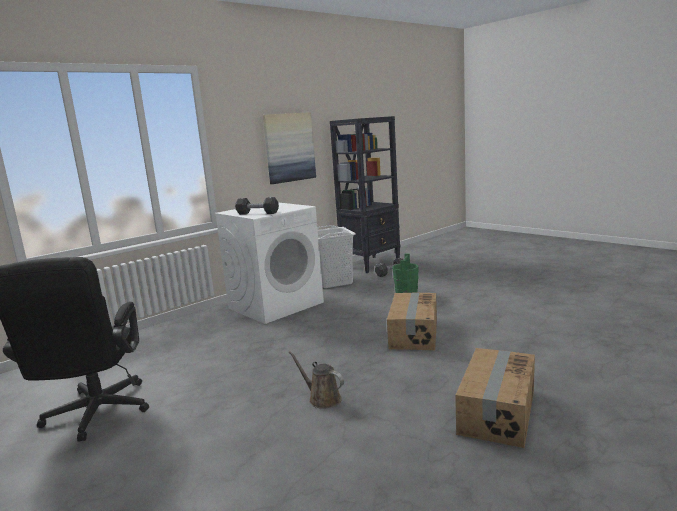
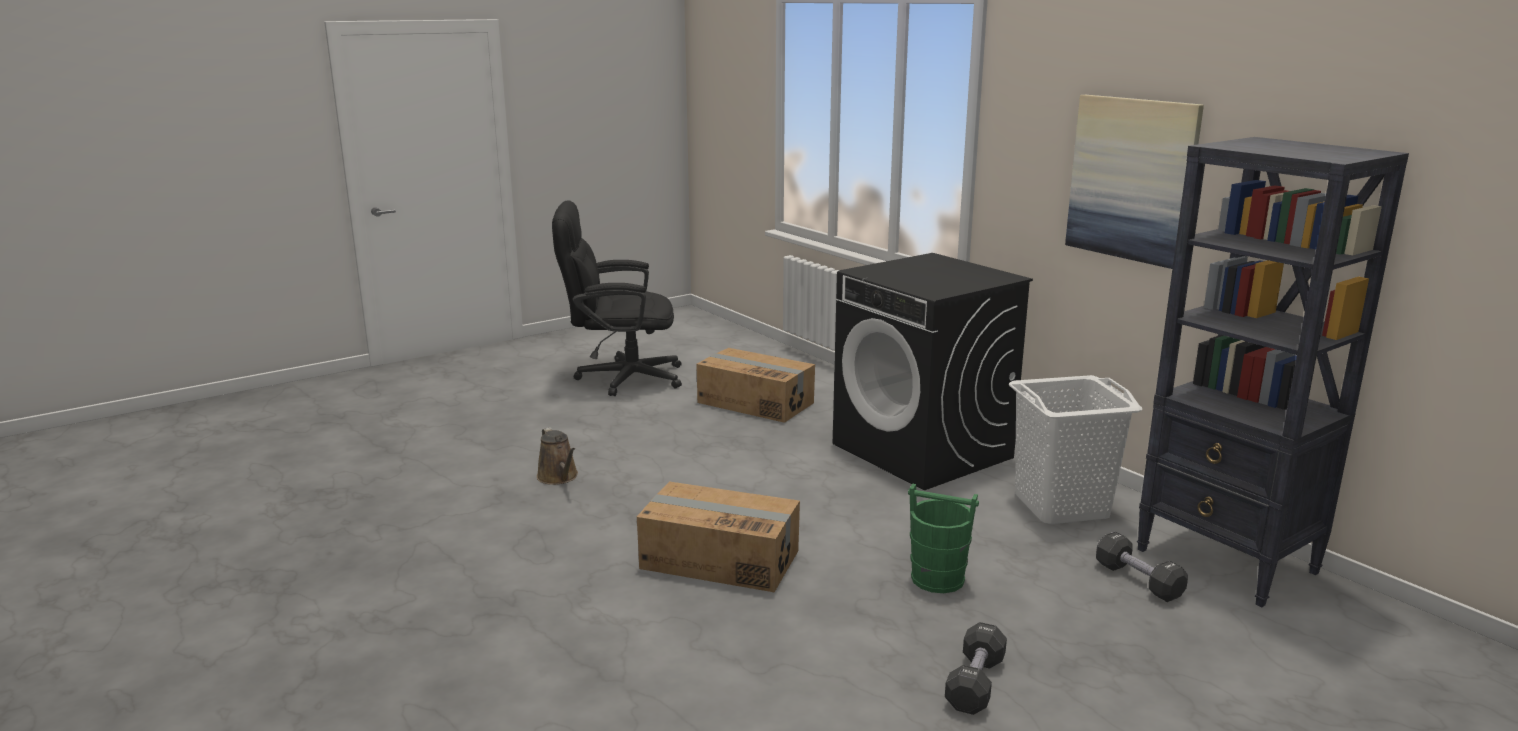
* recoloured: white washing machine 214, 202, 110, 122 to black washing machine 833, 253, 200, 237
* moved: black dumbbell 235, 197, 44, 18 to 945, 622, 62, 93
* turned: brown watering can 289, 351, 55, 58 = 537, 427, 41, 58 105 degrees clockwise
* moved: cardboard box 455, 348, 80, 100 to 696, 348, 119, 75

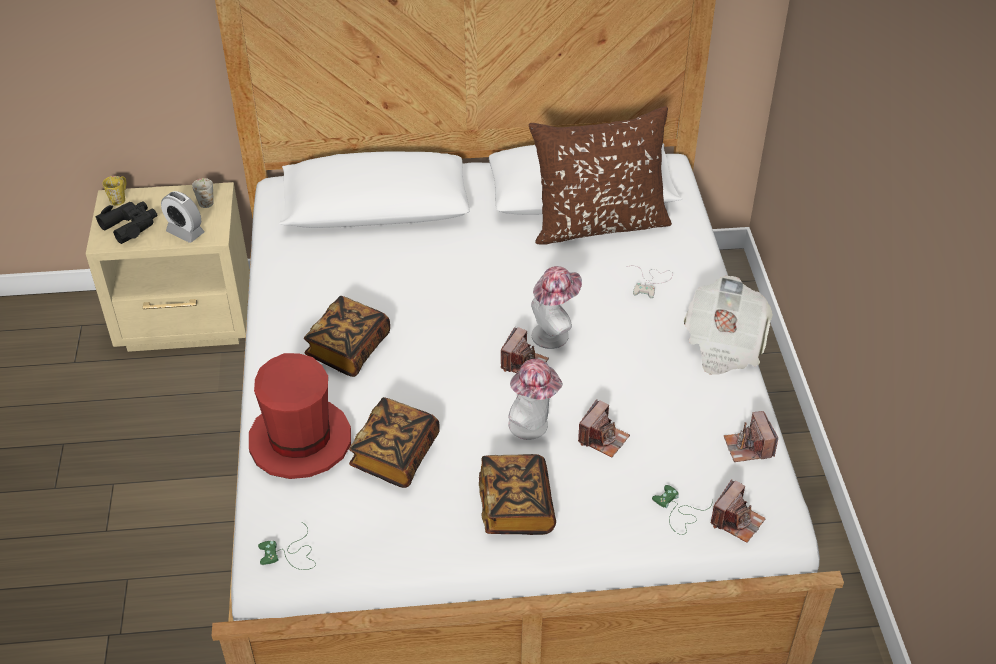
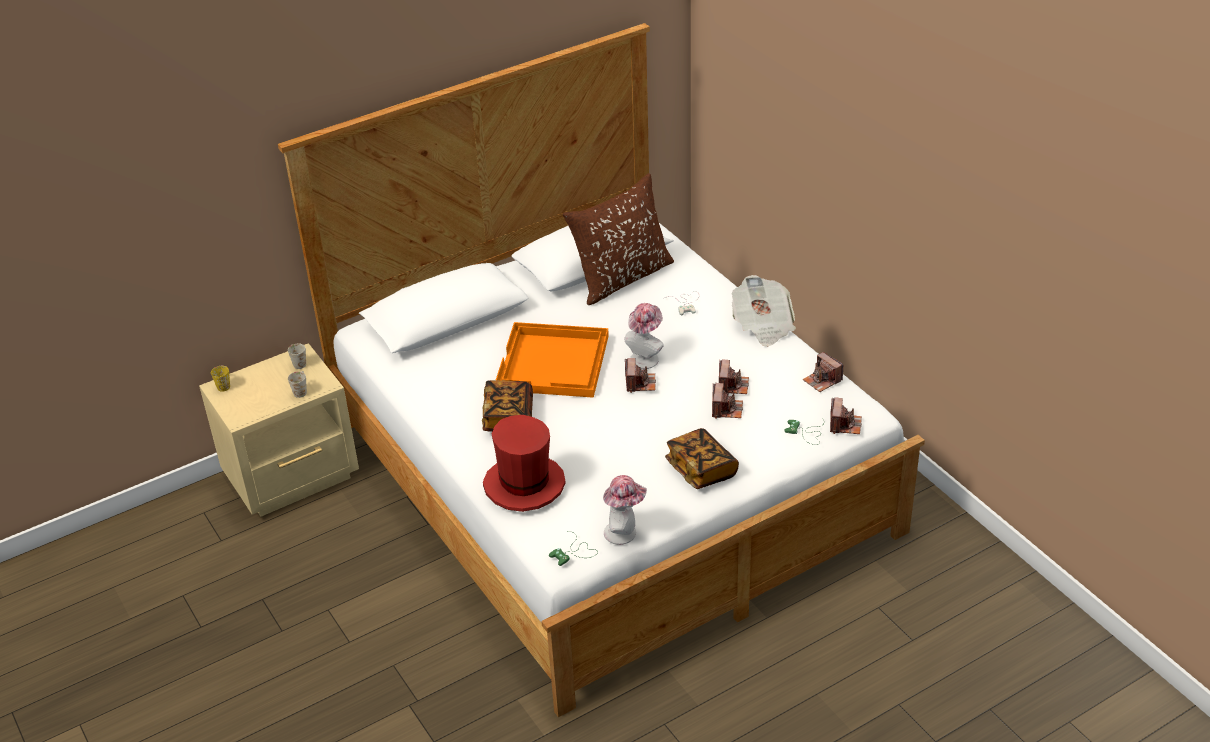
* removed: black binoculars 95, 201, 63, 43
* replaced: alarm clock 161, 191, 44, 52 to white mug 288, 371, 19, 27
* removed: book 349, 397, 91, 91
* moved: hat 508, 359, 55, 81 to 603, 475, 44, 70
* added: orange tray 496, 322, 113, 76
* added: photo camera 719, 359, 30, 35

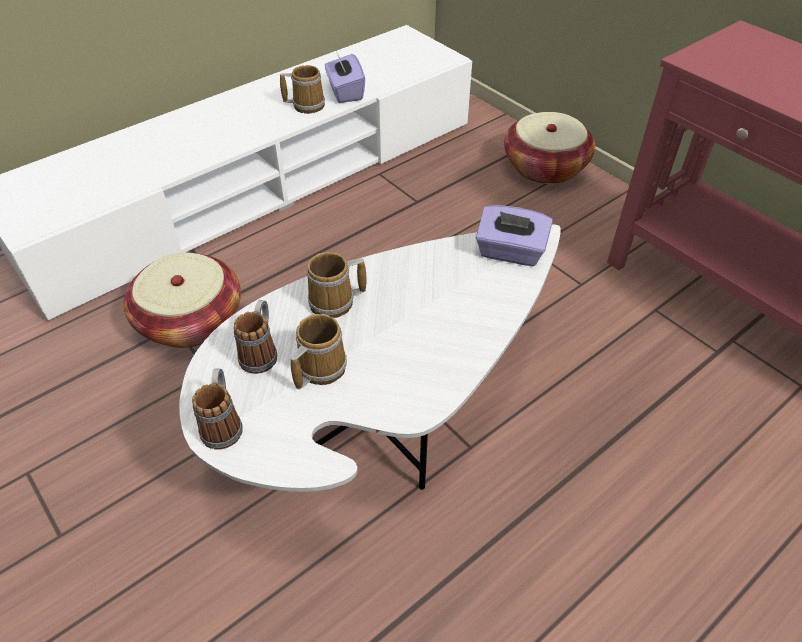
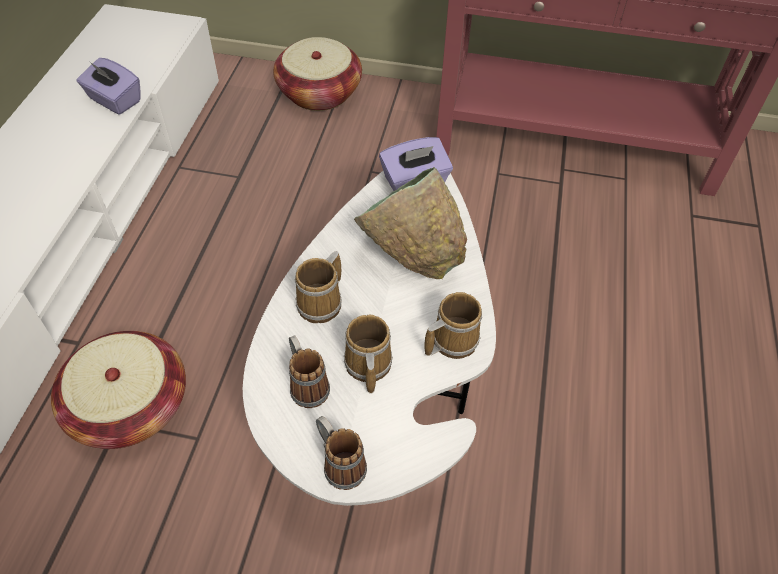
* moved: mug 280, 65, 45, 49 to 424, 292, 58, 67
* added: green bowl 354, 167, 113, 112

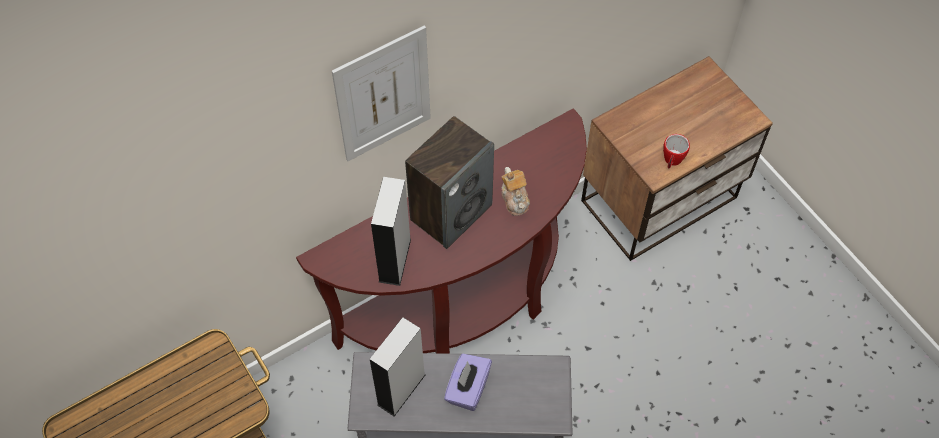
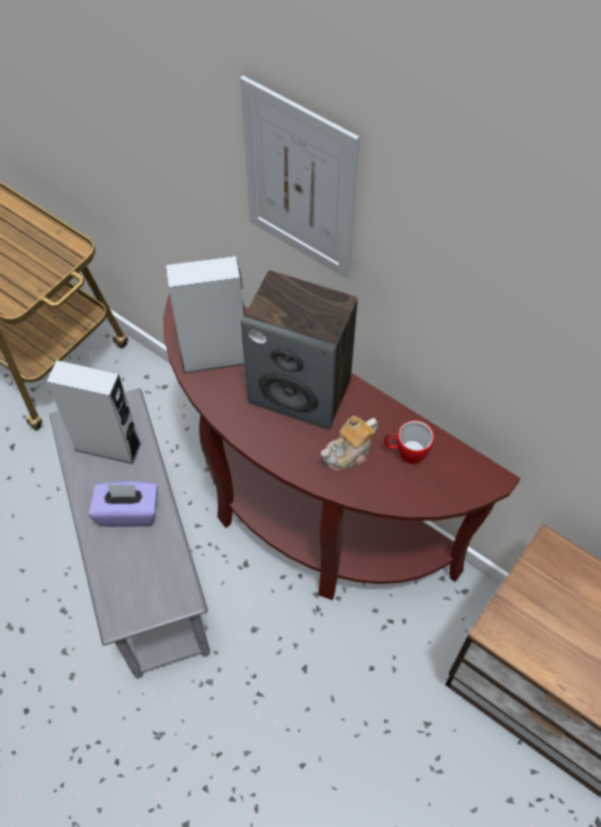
* moved: mug 663, 134, 27, 34 to 384, 420, 50, 44

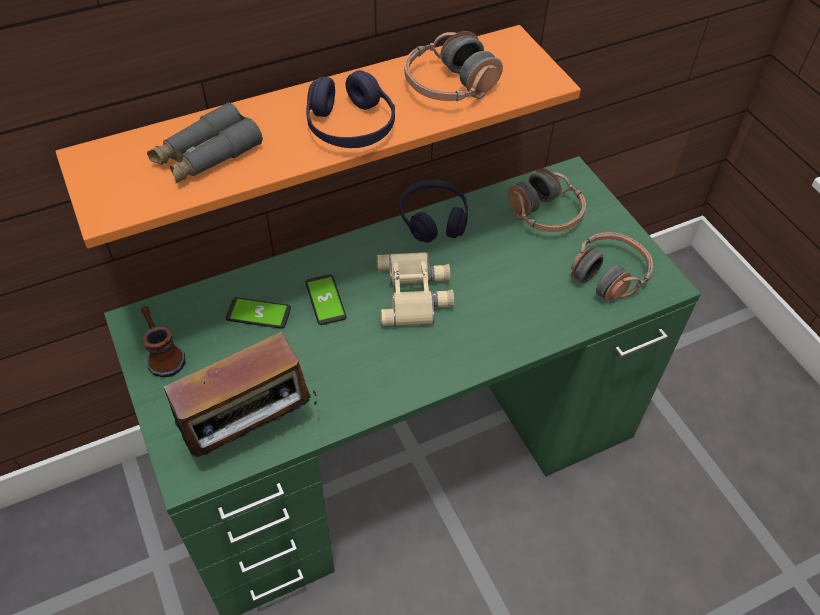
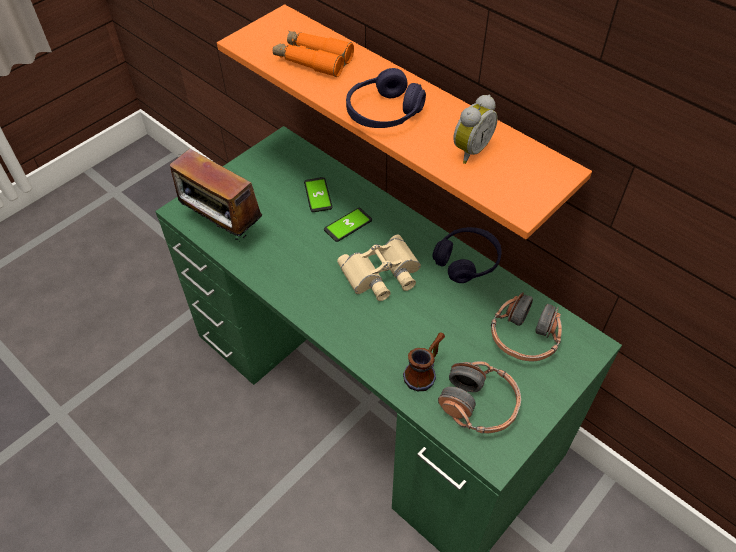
* moved: mug 140, 306, 46, 72 to 403, 333, 42, 58
* recoloured: grey binoculars 147, 102, 116, 81 to orange binoculars 273, 31, 81, 46
* replaced: headphones 404, 31, 99, 70 to alarm clock 453, 95, 45, 69

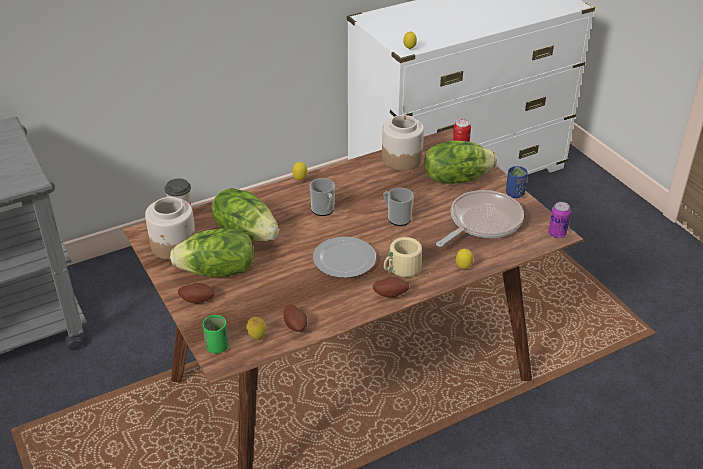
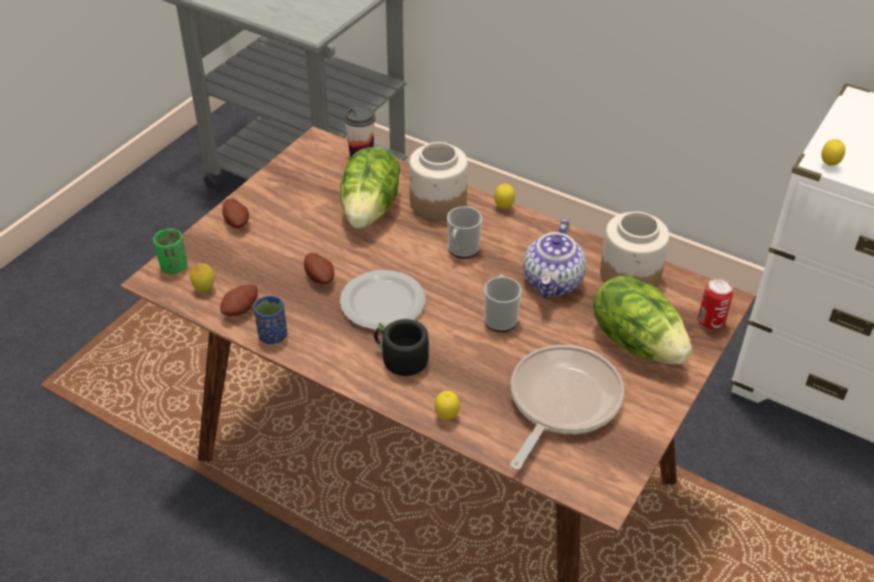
* moved: jar 145, 197, 51, 63 to 409, 142, 59, 79
* removed: lettuce 170, 228, 84, 49
* moved: potato 373, 277, 37, 20 to 304, 253, 30, 31
* recoloured: beige mug 384, 237, 47, 40 to black mug 374, 319, 55, 70
* turned: frying pan 436, 190, 88, 57 = 510, 345, 114, 125 75 degrees counterclockwise
* moved: blue cup 506, 166, 22, 32 to 254, 296, 33, 48
* removed: can 548, 202, 23, 36
* added: teapot 523, 220, 63, 78

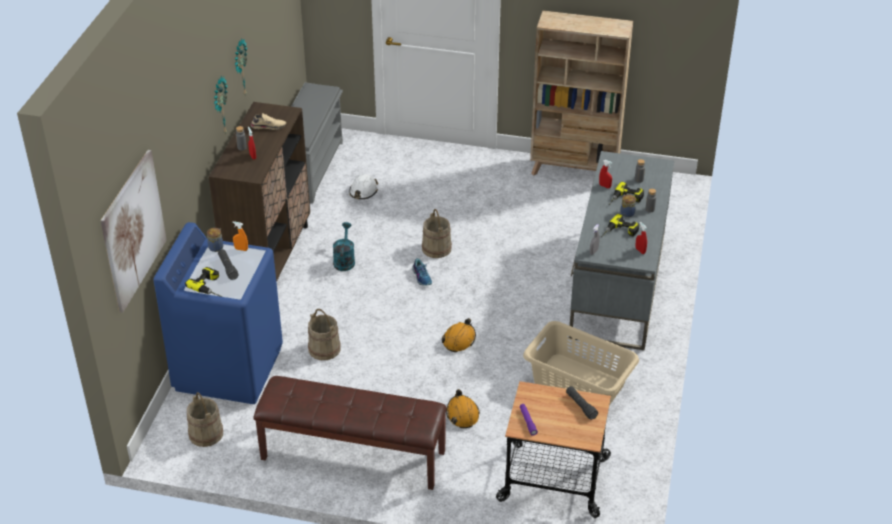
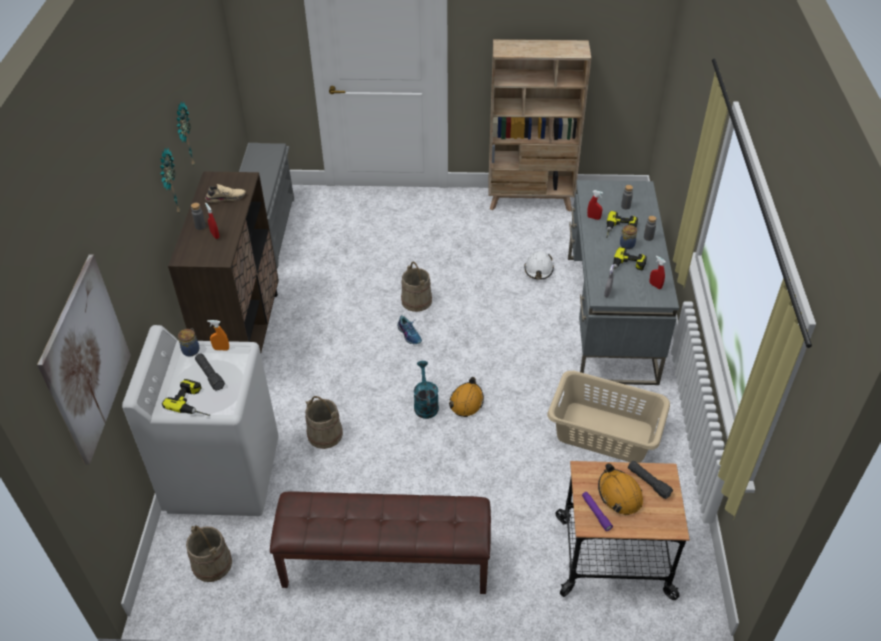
* recoloured: blue washing machine 153, 222, 130, 182 to white washing machine 122, 325, 157, 191
* moved: turquoise watering can 333, 222, 22, 49 to 414, 361, 25, 58
* moved: white hard hat 349, 174, 29, 25 to 524, 251, 30, 29
* moved: orange hard hat 446, 389, 34, 39 to 598, 463, 45, 52

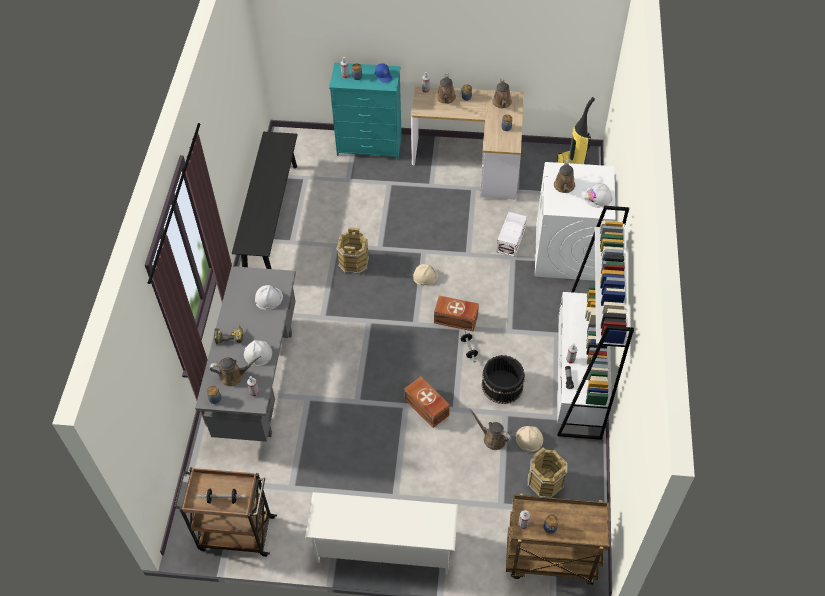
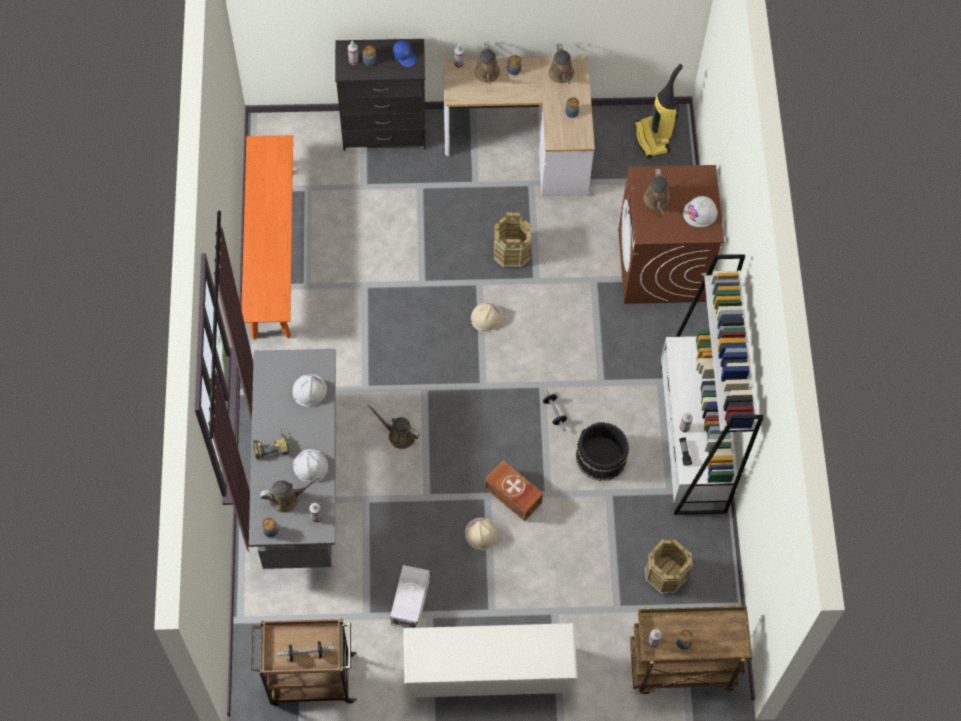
* recoloured: black bench 232, 132, 66, 137 to orange bench 241, 135, 52, 204
* recoloured: turquoise dresser 329, 63, 73, 97 to black dresser 335, 39, 91, 112
* moved: brown bucket 336, 227, 33, 47 to 493, 213, 39, 55
* removed: brown storage box 434, 296, 45, 36
* moved: brown watering can 469, 409, 43, 41 to 368, 405, 52, 44
* moved: white storage box 496, 212, 31, 45 to 390, 565, 40, 63
* moved: beige hard hat 516, 426, 27, 26 to 465, 518, 33, 32
* recoloured: white washing machine 535, 162, 81, 119 to brown washing machine 618, 165, 106, 139

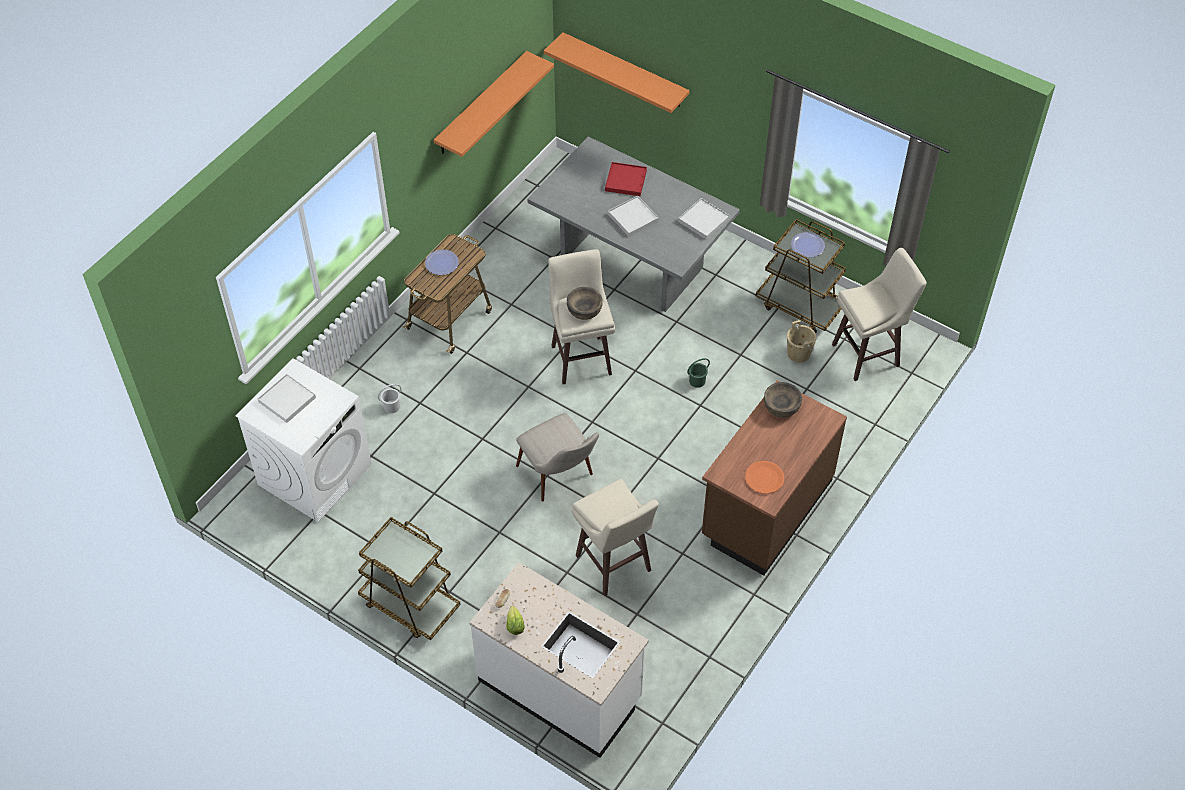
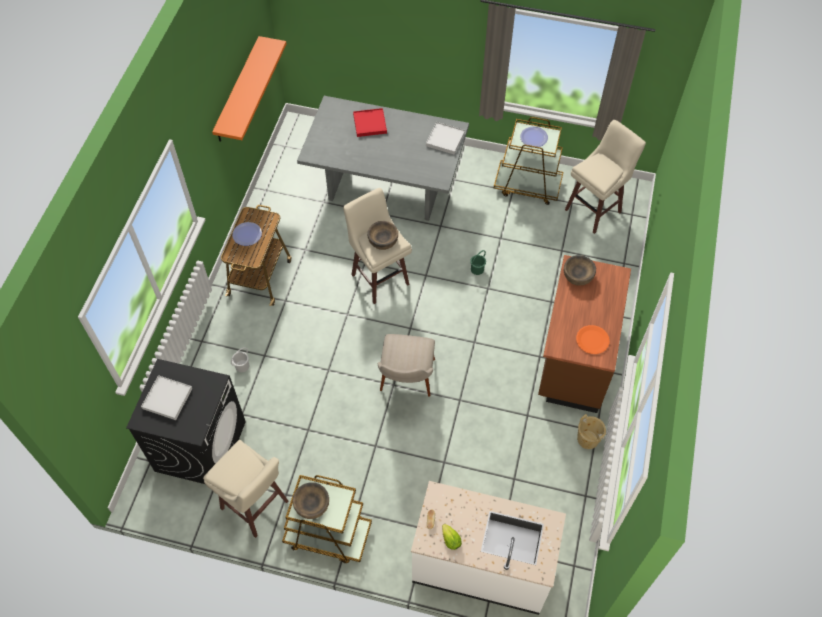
* recoloured: white washing machine 235, 358, 137, 164 to black washing machine 126, 359, 120, 125
* turned: beige chair 516, 413, 83, 88 = 378, 334, 57, 63 60 degrees clockwise
* removed: orange shelf 544, 32, 146, 81
* moved: beige stool 572, 479, 87, 117 to 203, 440, 85, 98
* removed: white tray 608, 196, 51, 41
* moved: beige bucket 787, 320, 30, 43 to 577, 414, 29, 35
* added: brown bowl 293, 482, 36, 37

